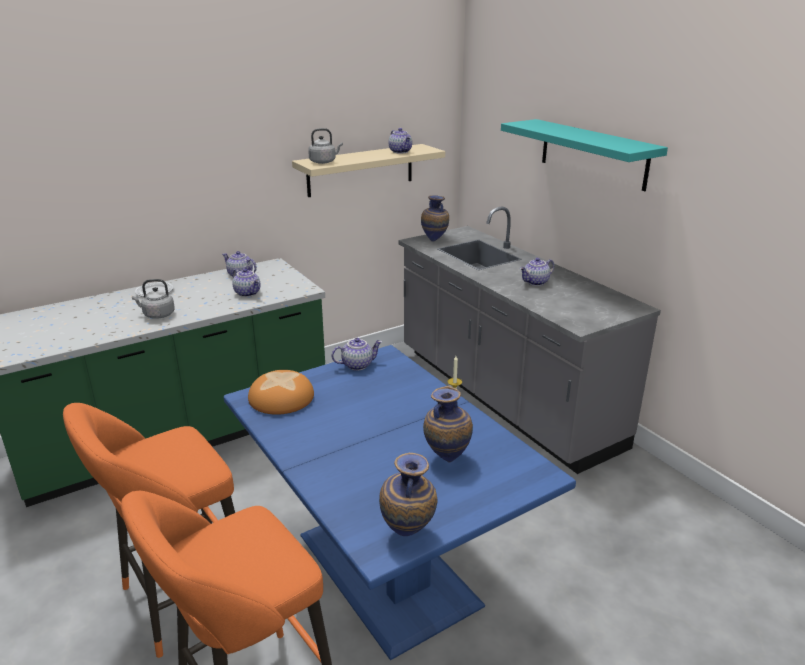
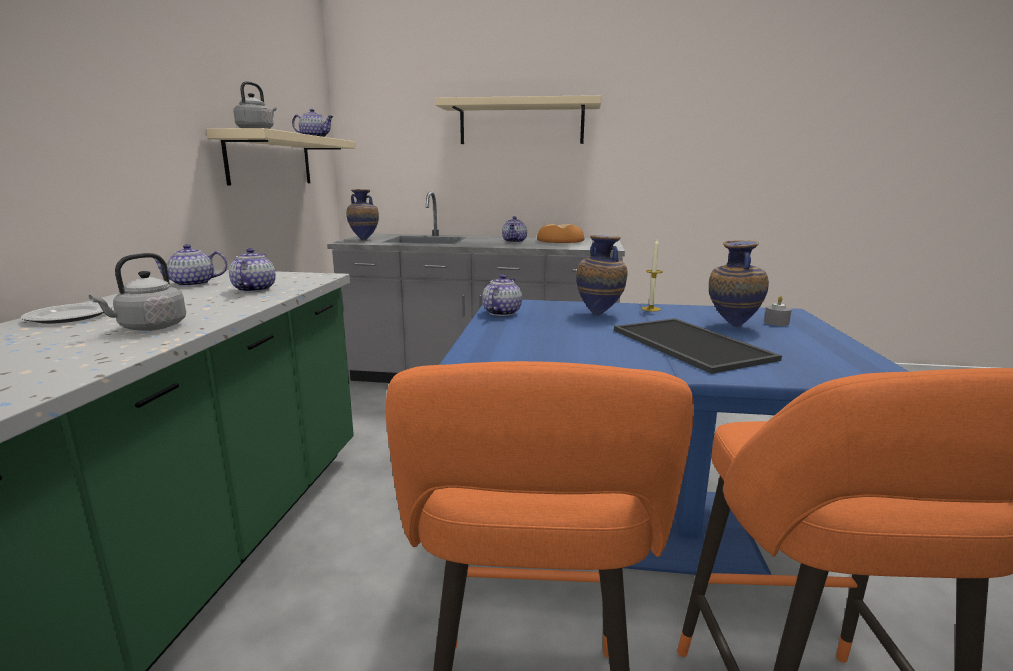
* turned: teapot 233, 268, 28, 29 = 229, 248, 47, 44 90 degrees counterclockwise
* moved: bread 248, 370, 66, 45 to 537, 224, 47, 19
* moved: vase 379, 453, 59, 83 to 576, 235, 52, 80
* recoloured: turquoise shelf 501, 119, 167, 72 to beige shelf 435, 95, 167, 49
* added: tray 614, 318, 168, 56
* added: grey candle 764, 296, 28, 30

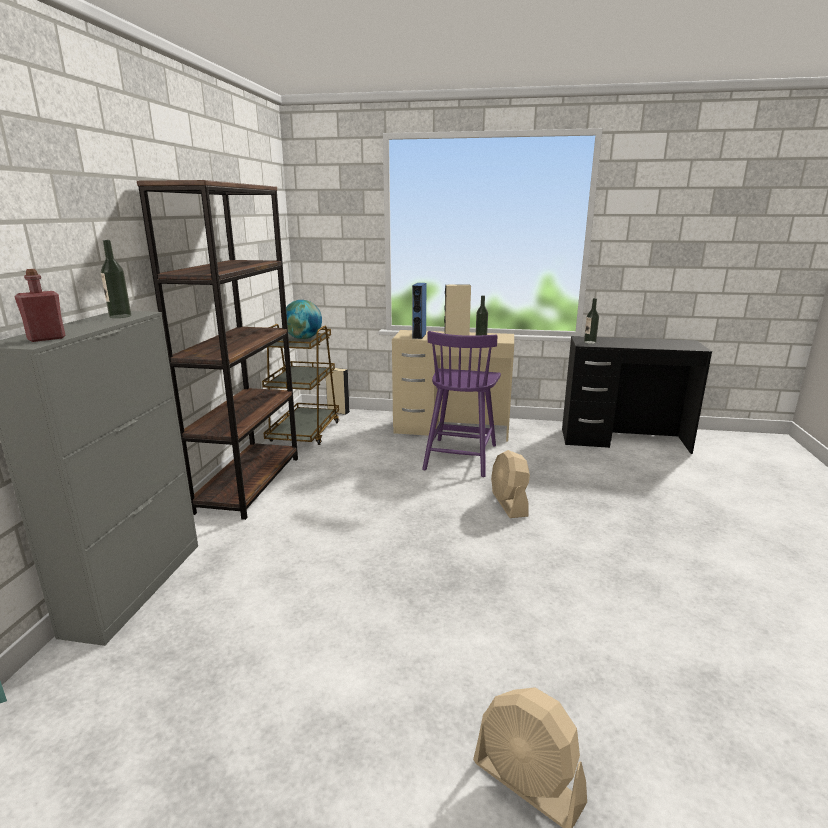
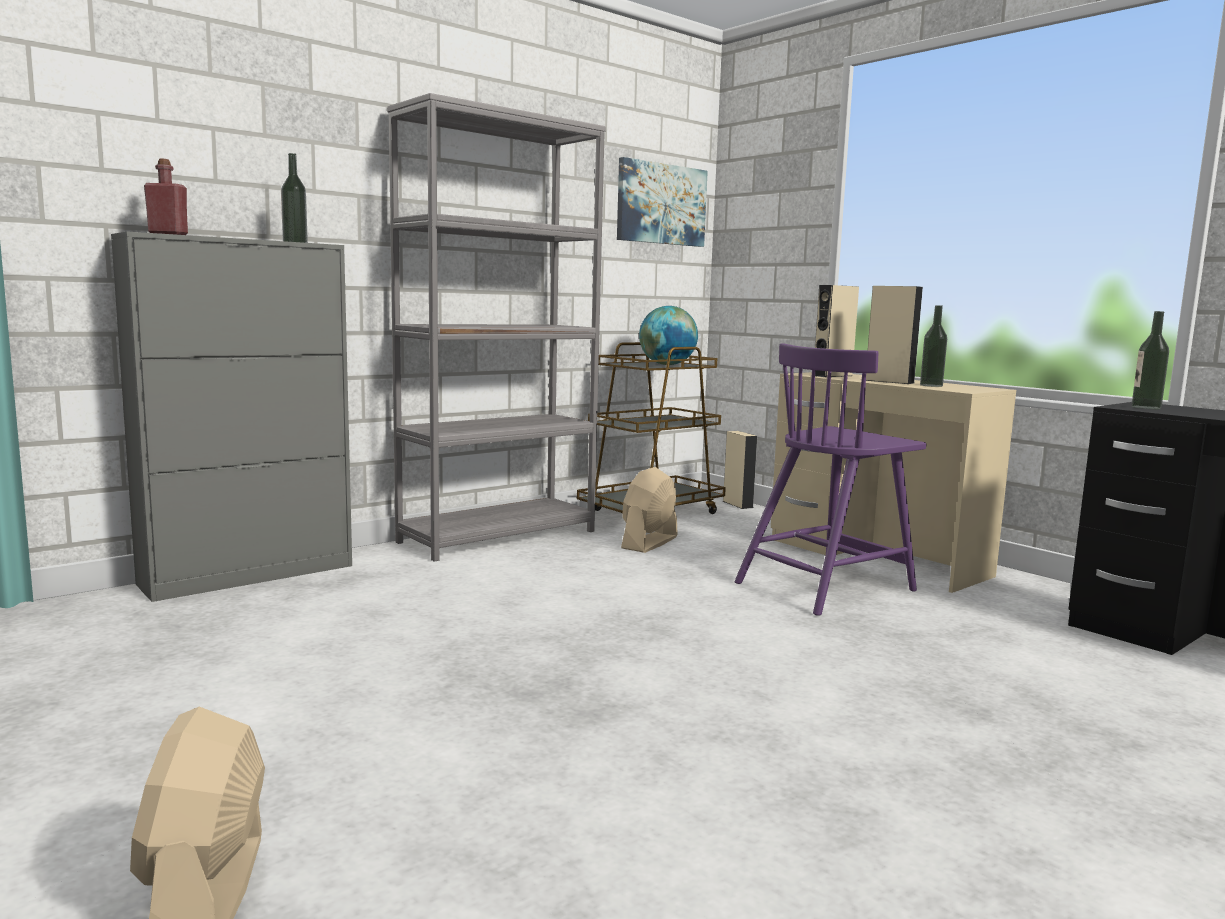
* recoloured: brown bookcase 137, 180, 161, 340 to grey bookcase 387, 93, 219, 469
* recoloured: blue speaker 412, 283, 14, 56 to beige speaker 815, 285, 44, 92
* moved: beige fan 491, 450, 39, 68 to 621, 467, 57, 86
* added: picture 617, 157, 91, 90

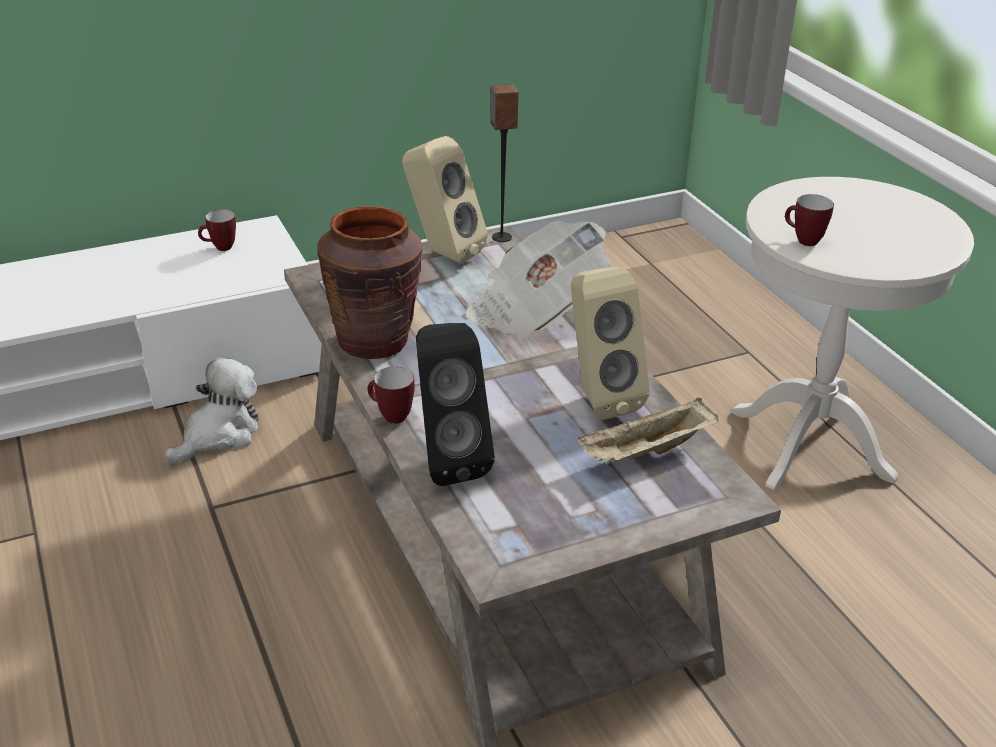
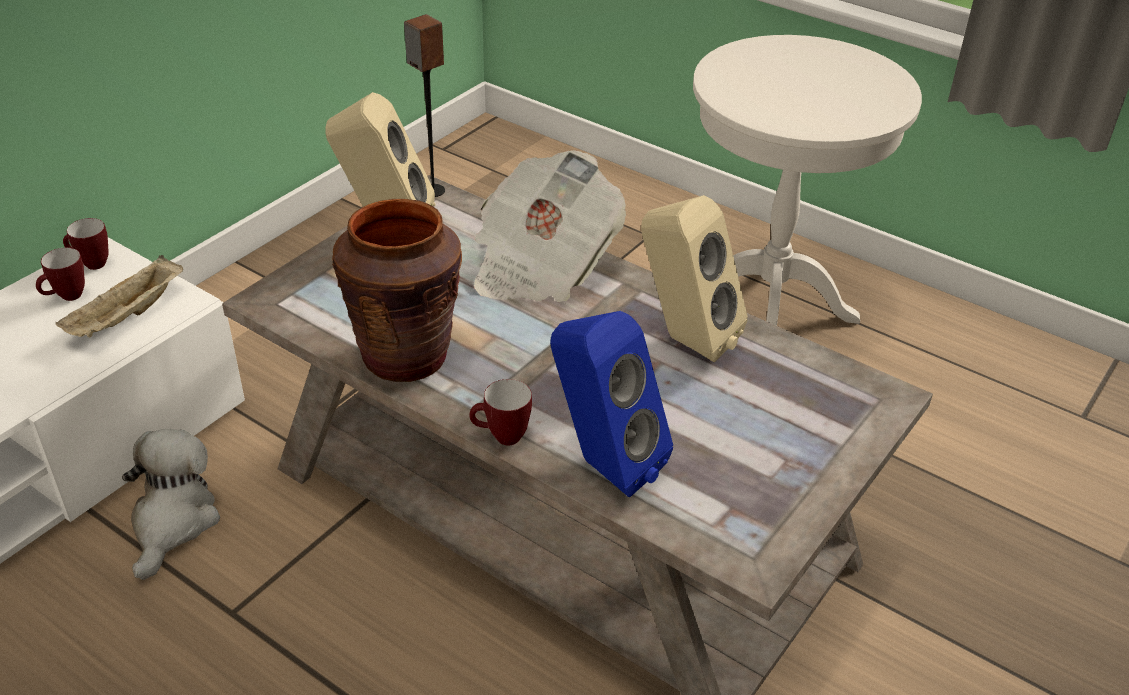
* recoloured: black speaker 416, 323, 79, 163 to blue speaker 550, 311, 123, 186
* moved: beige tray 578, 398, 141, 67 to 56, 255, 127, 83
* moved: mug 785, 194, 49, 52 to 63, 218, 46, 52

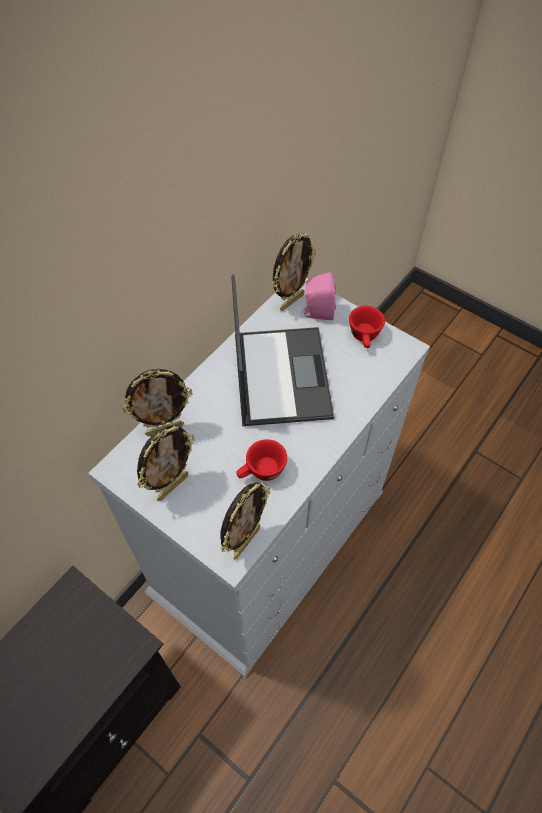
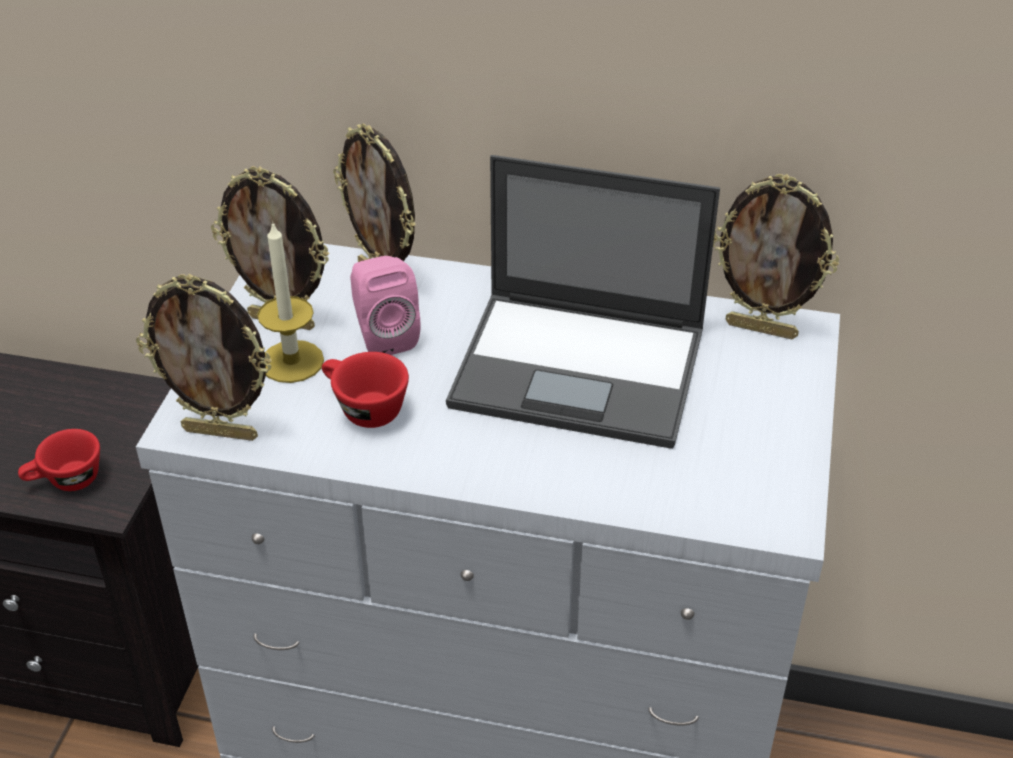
* turned: laptop 231, 274, 103, 152 = 446, 155, 274, 294 45 degrees clockwise
* moved: pink speaker 301, 272, 35, 48 to 350, 256, 71, 99
* moved: red cup 349, 306, 36, 42 to 18, 429, 82, 62
* added: candle 257, 221, 67, 162

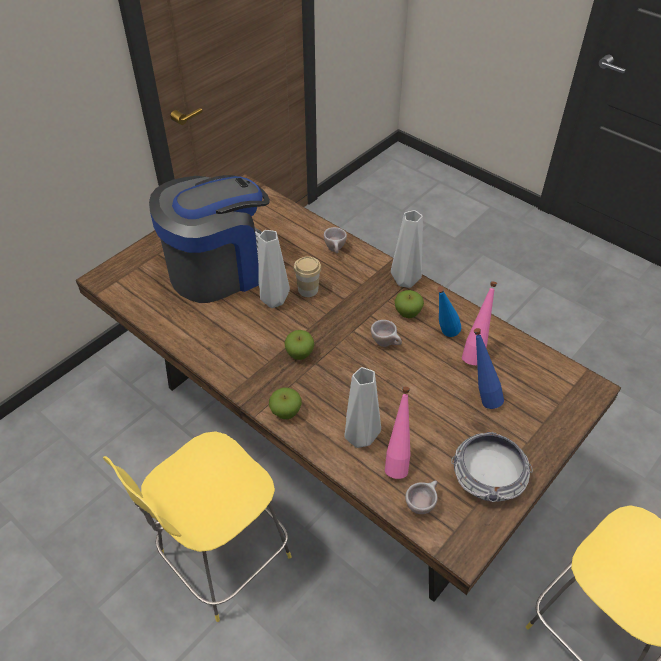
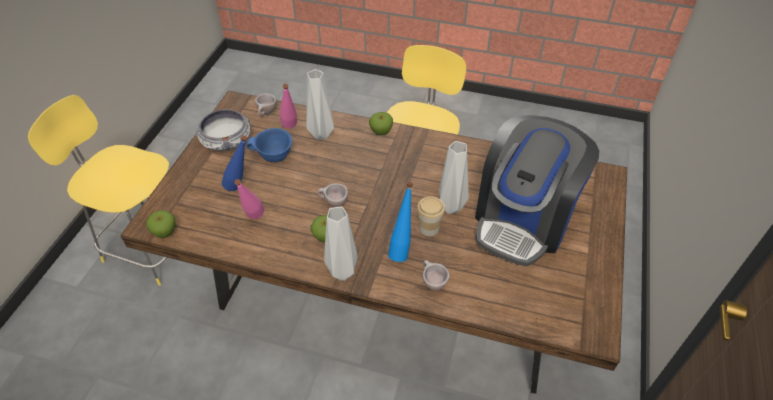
* moved: apple 284, 330, 30, 30 to 146, 210, 30, 28
* moved: blue bottle 437, 286, 24, 51 to 388, 182, 25, 80
* added: blue bowl 246, 128, 46, 34

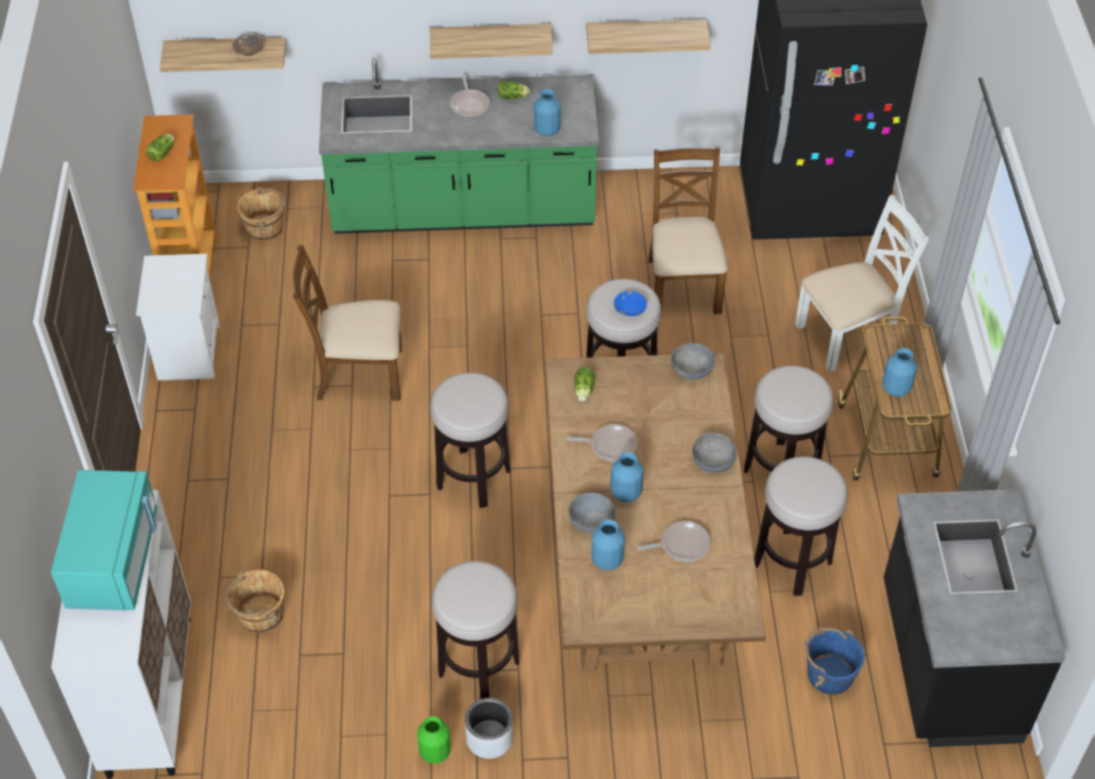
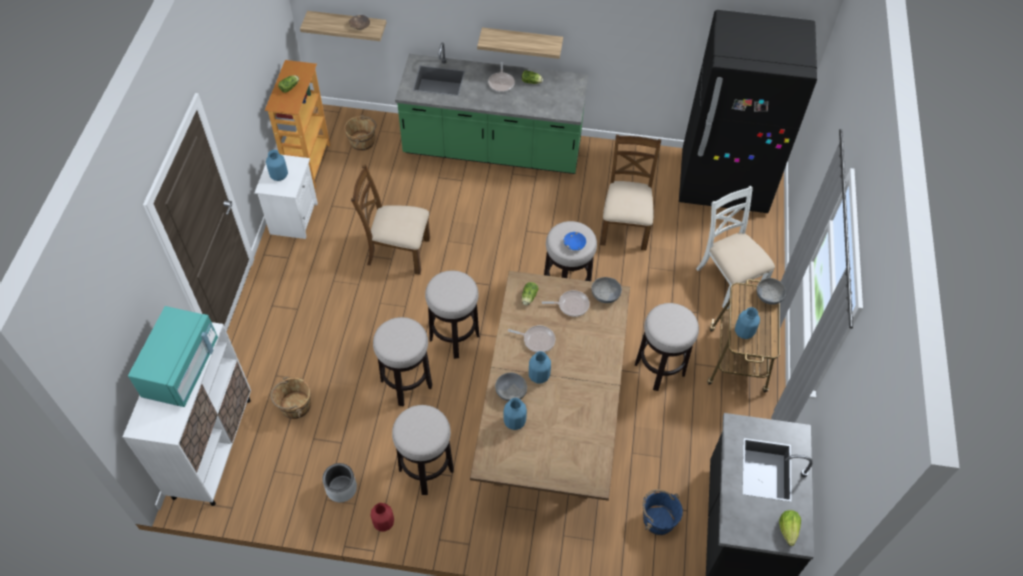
* recoloured: green vase 417, 716, 34, 47 to red vase 371, 503, 23, 29
* moved: grey planter 465, 698, 48, 61 to 322, 463, 35, 39
* moved: blue vase 534, 89, 27, 47 to 266, 150, 22, 31
* removed: shelf 586, 19, 125, 35
* moved: frying pan 637, 521, 73, 41 to 542, 290, 48, 27
* moved: grey bowl 692, 433, 44, 40 to 757, 278, 29, 27
* moved: stool 754, 456, 94, 140 to 373, 317, 59, 89
* turned: white chair 795, 195, 134, 177 = 696, 186, 79, 123 105 degrees counterclockwise
* added: lettuce 779, 510, 22, 36

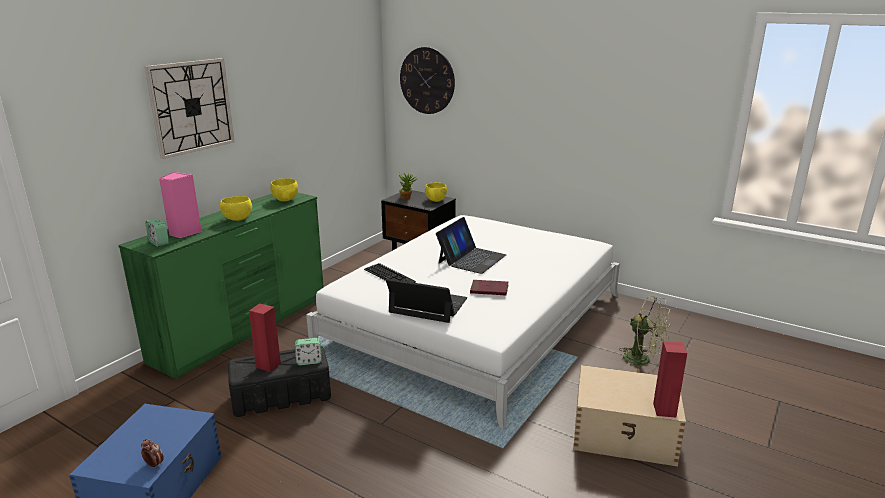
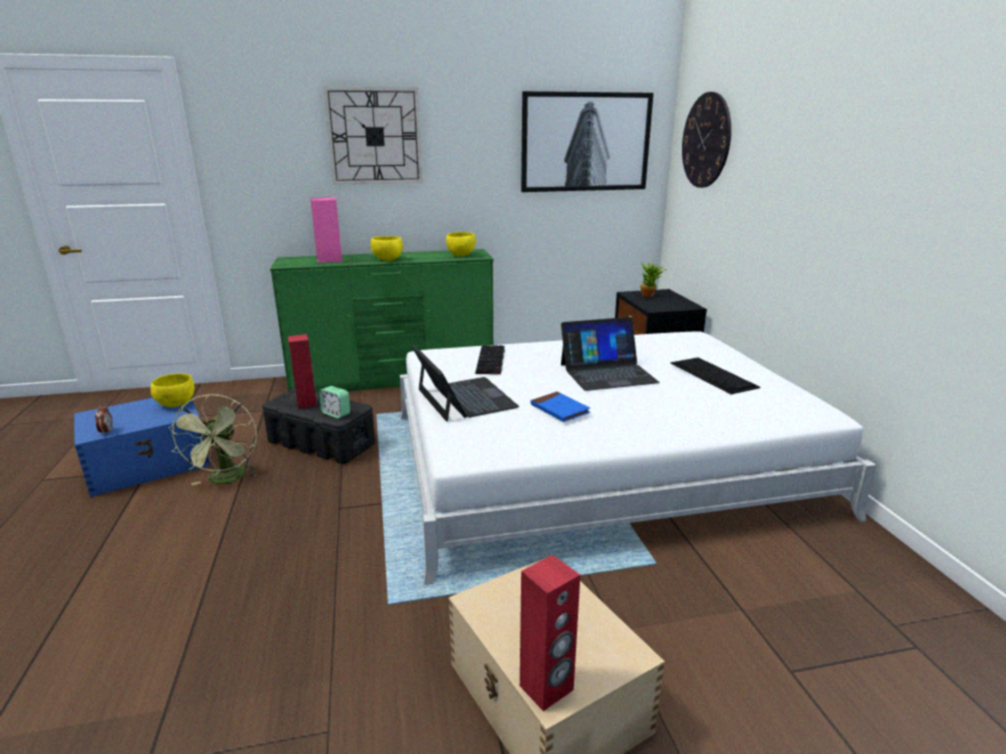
* removed: alarm clock 146, 219, 23, 27
* moved: yellow bowl 425, 182, 22, 20 to 151, 374, 43, 33
* recoloured: red book 470, 280, 39, 16 to blue book 531, 392, 59, 30
* moved: green fan 620, 296, 51, 76 to 168, 394, 90, 91
* added: picture 521, 91, 133, 101
* added: keyboard 671, 357, 90, 37

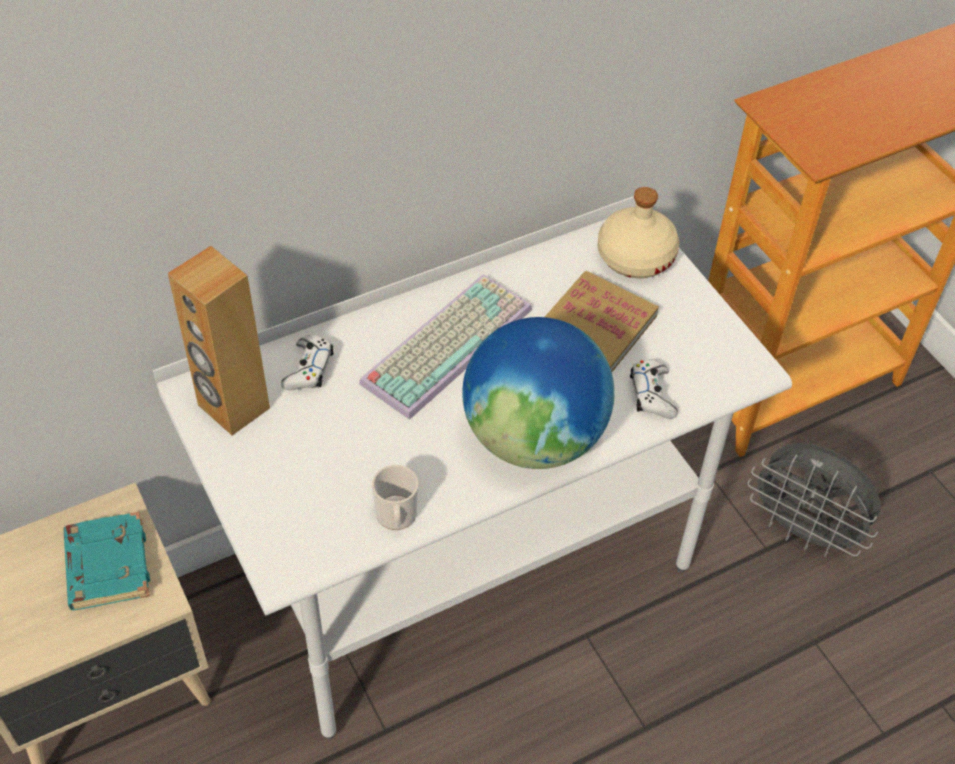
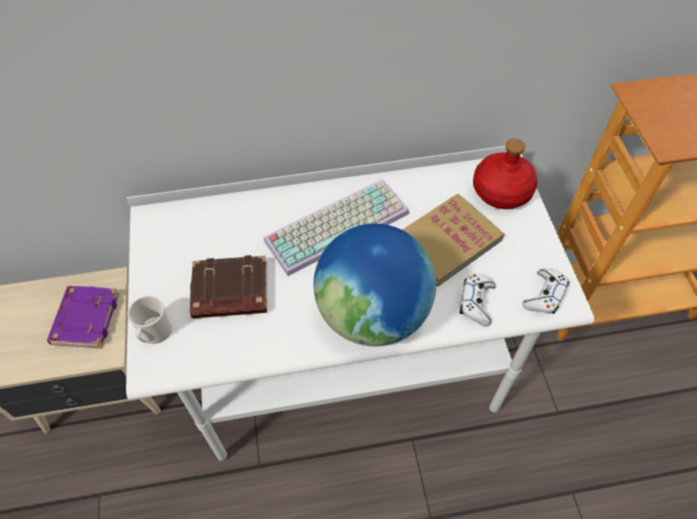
* recoloured: turquoise book 63, 512, 87, 98 to purple book 47, 286, 72, 63
* removed: brown speaker 168, 246, 102, 190
* moved: white game controller 281, 335, 52, 55 to 523, 268, 46, 46
* moved: mug 372, 465, 46, 65 to 127, 296, 45, 48
* recoloured: beige bottle 598, 187, 81, 91 to red bottle 473, 139, 64, 70
* removed: grey fan 747, 443, 133, 114
* added: brown book 190, 255, 77, 64

